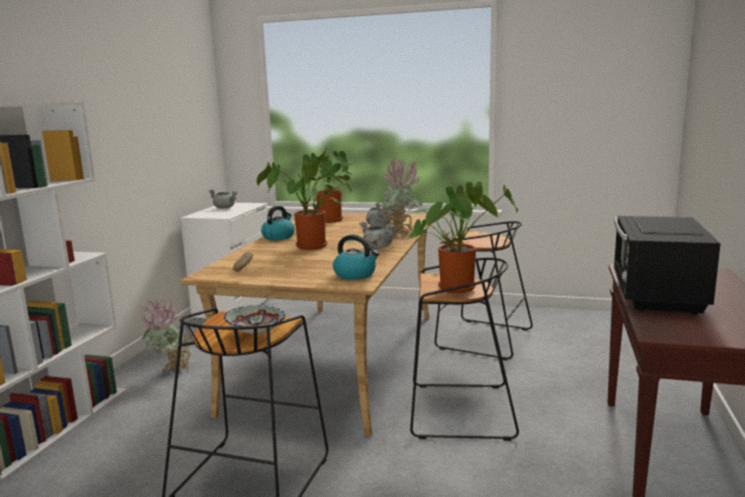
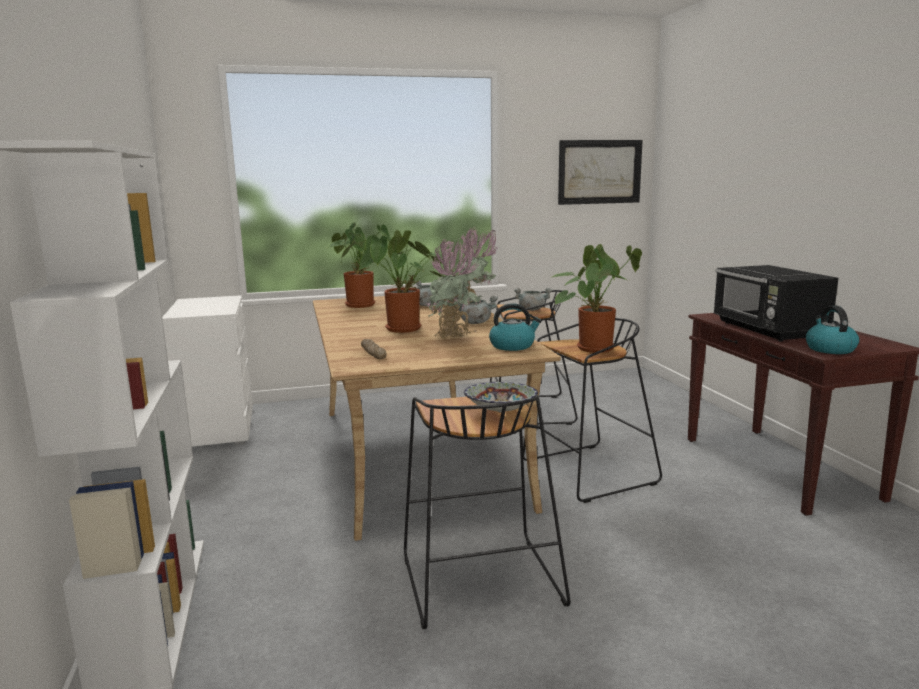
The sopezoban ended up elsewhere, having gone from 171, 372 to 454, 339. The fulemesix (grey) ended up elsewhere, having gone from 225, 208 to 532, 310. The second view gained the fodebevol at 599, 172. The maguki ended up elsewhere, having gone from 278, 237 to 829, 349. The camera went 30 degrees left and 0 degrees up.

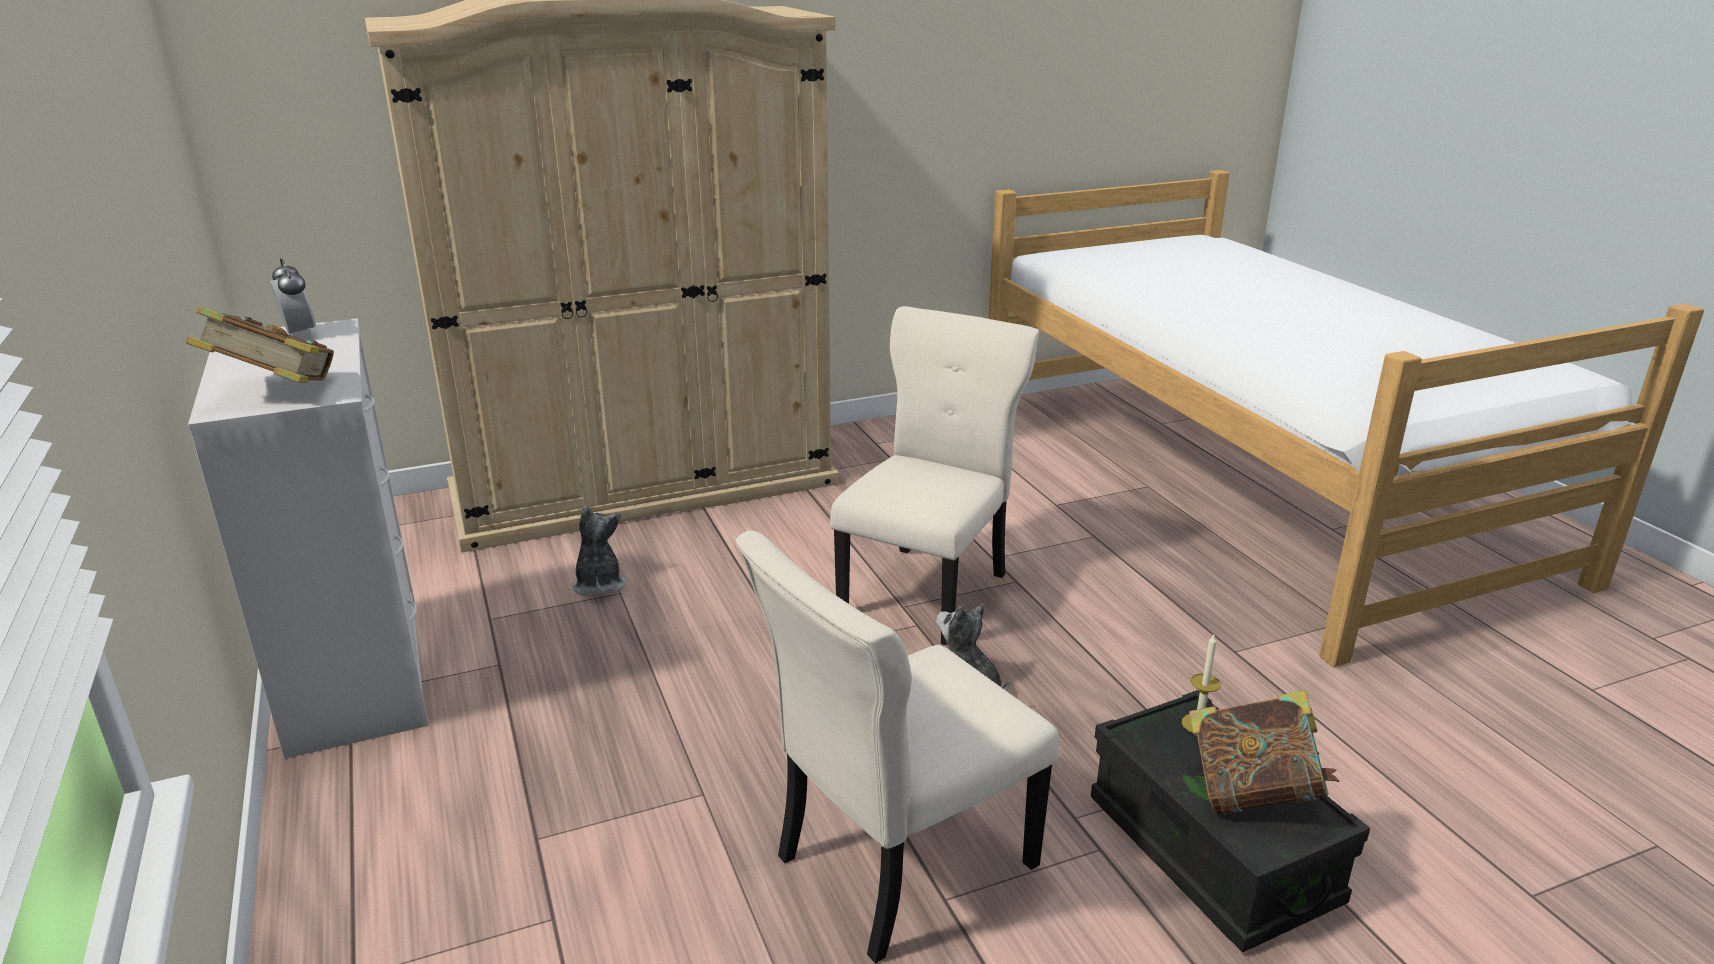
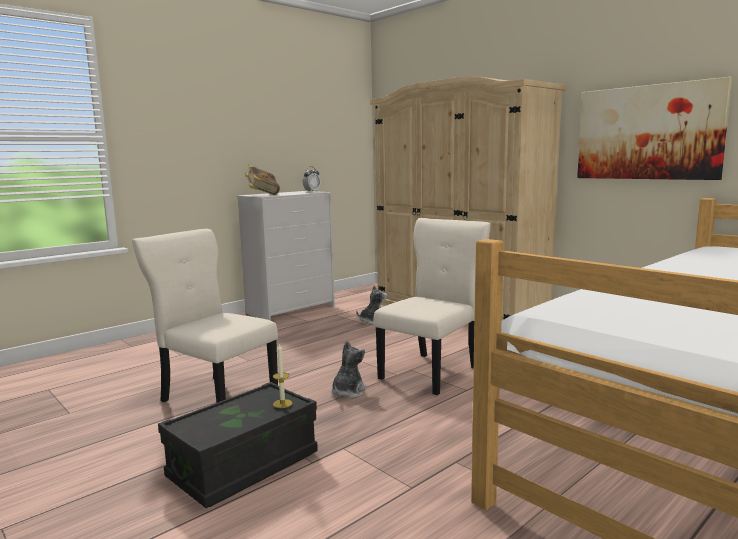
The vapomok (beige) at 928, 590 ended up facing another way, 60 degrees counterclockwise from before. The second view gained the fodebevol at 647, 132. The second view lost the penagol at 1253, 792. The camera went 70 degrees right and 15 degrees down.

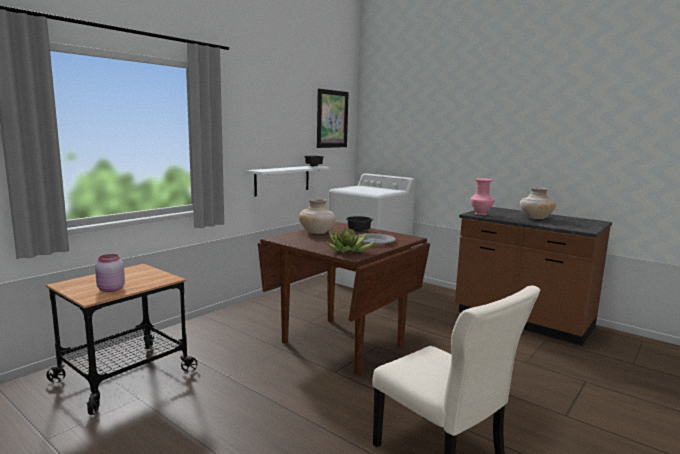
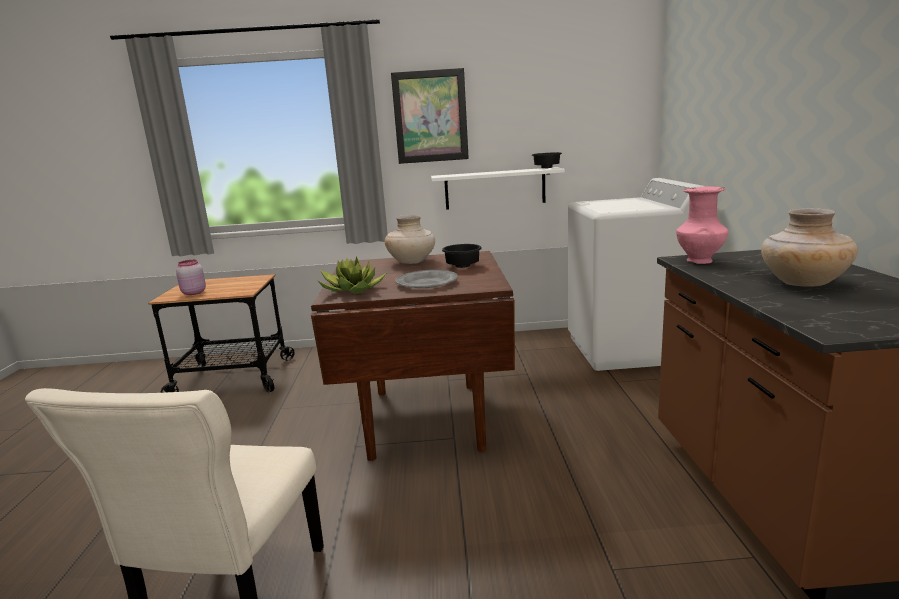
The fodebevol ended up elsewhere, having gone from 332, 119 to 430, 116. The camera went 50 degrees right and 5 degrees up.

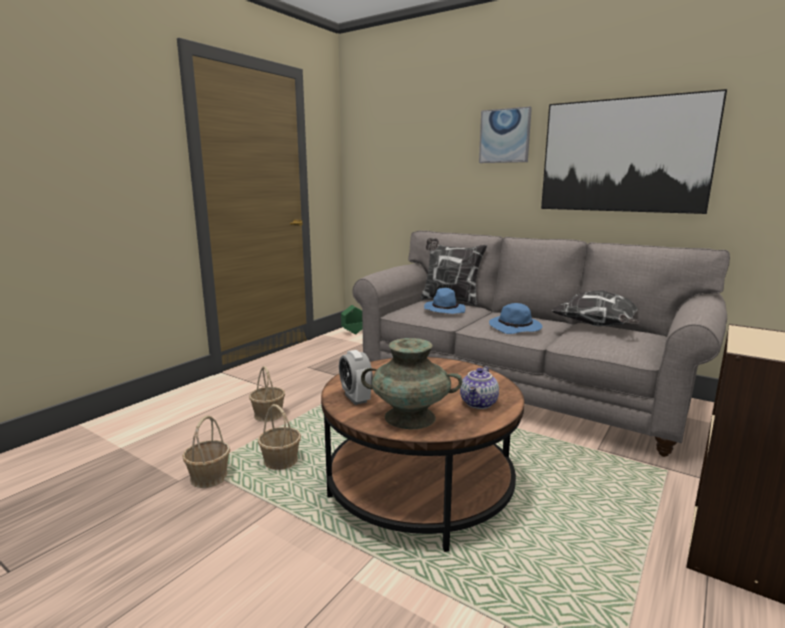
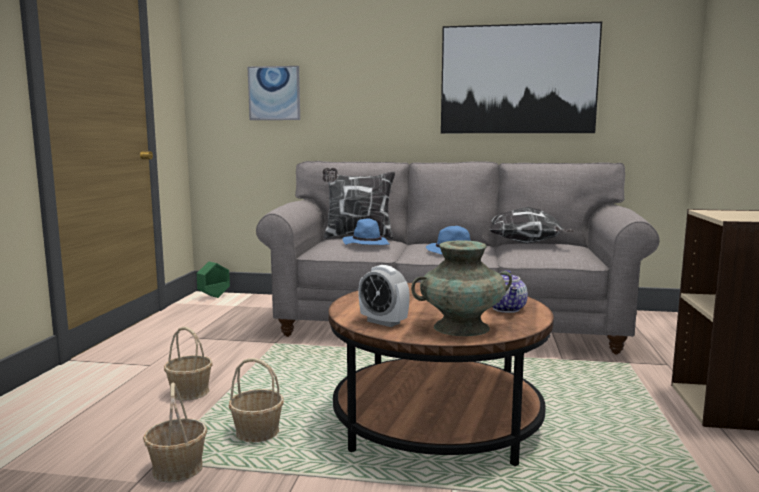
The fodebevol ended up elsewhere, having gone from 504, 136 to 274, 93. The camera went 25 degrees left and 5 degrees down.

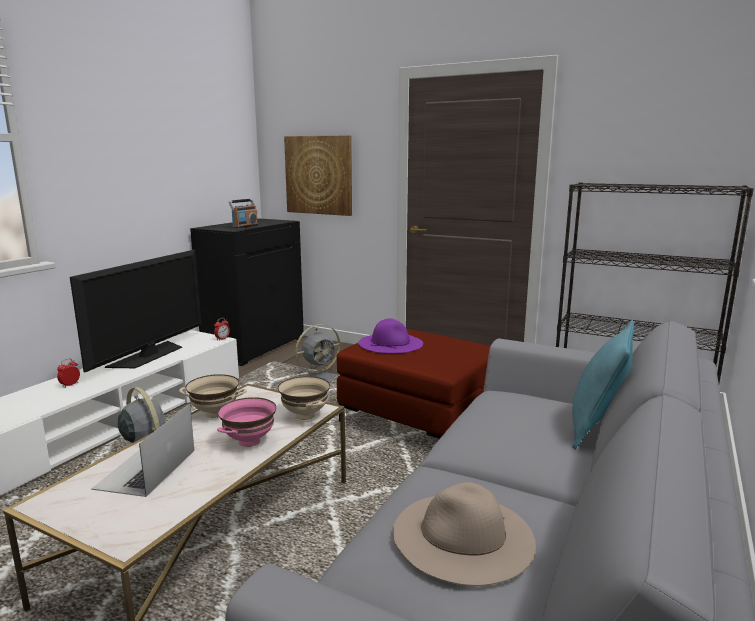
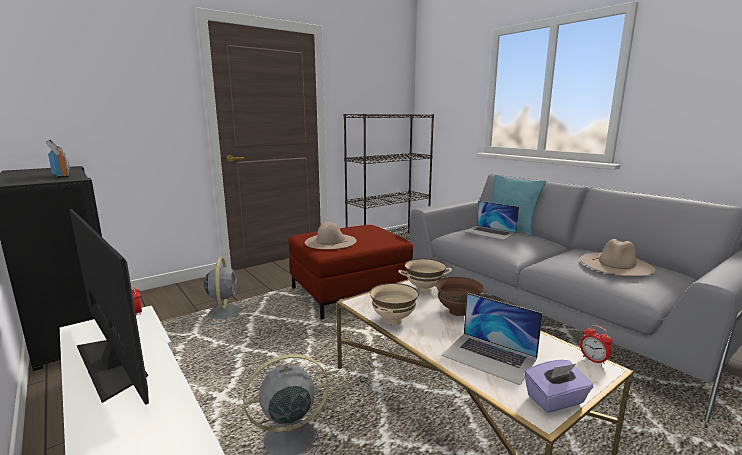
What was the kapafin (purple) at 390, 343 turned into the kapafin (beige) at 330, 241. What was the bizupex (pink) at 249, 441 turned into the bizupex (brown) at 457, 312. The second view gained the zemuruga at 489, 232. The second view gained the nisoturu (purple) at 555, 400. The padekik ended up elsewhere, having gone from 70, 385 to 593, 360. The second view lost the fodebevol at 319, 175. The camera went 65 degrees left and 0 degrees up.

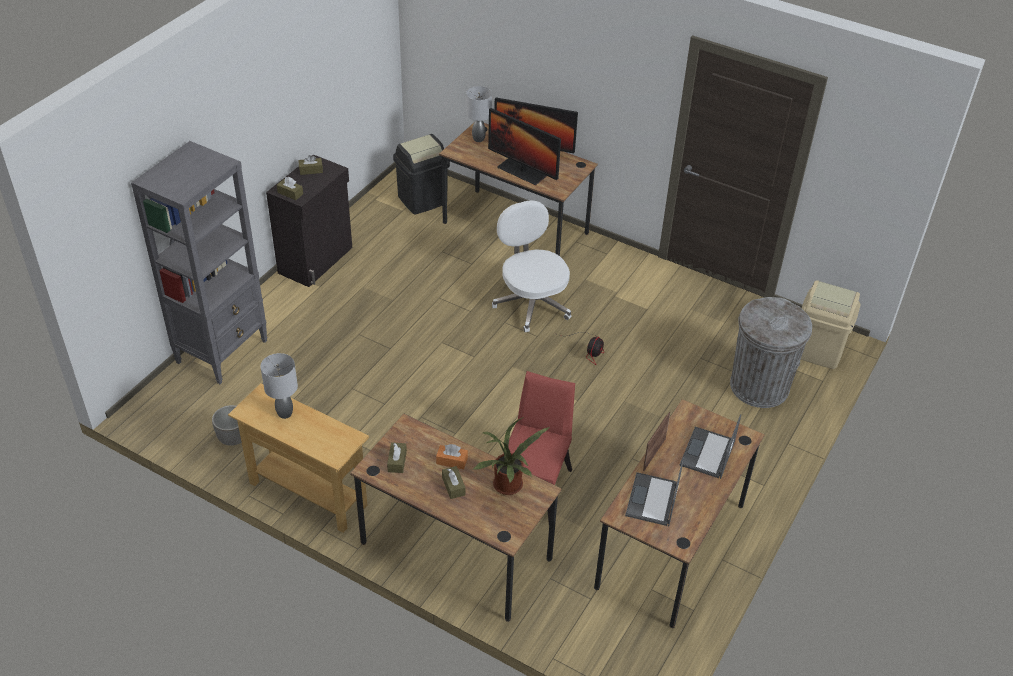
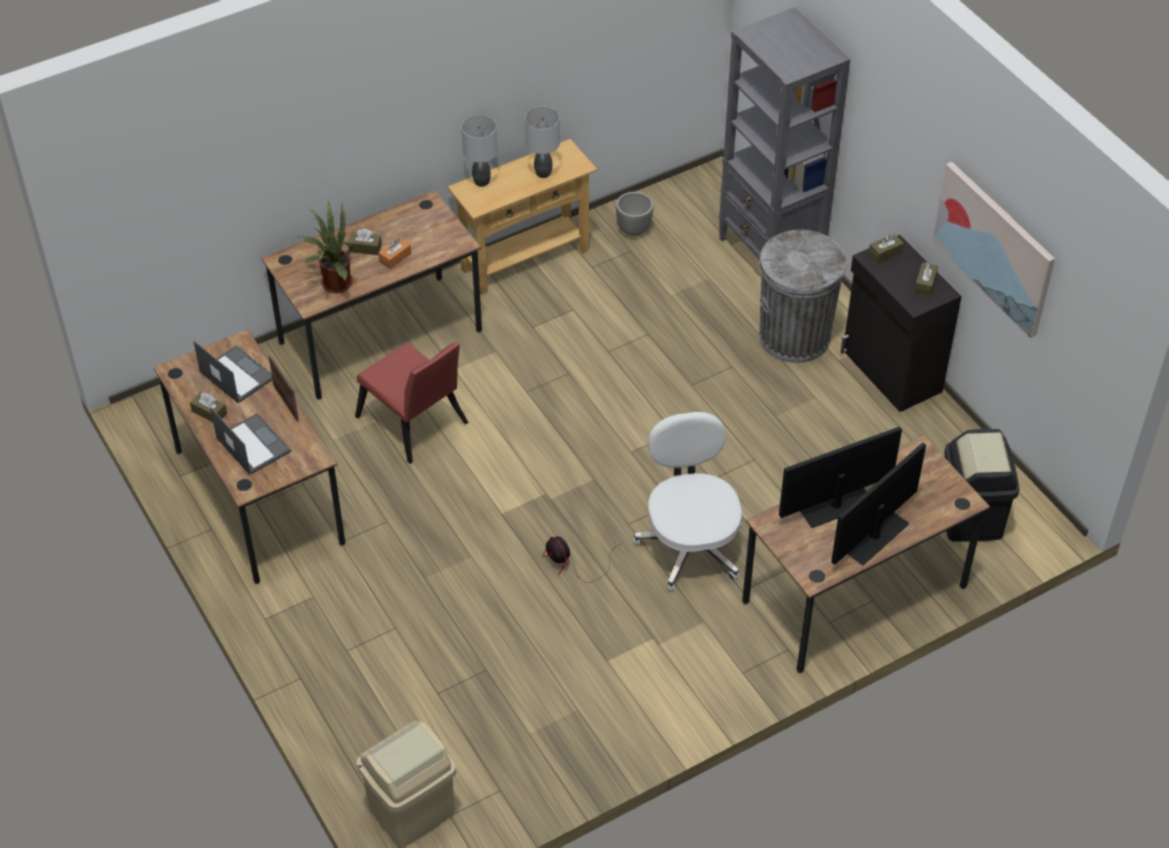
The nisoturu (brown) ended up elsewhere, having gone from 397, 461 to 209, 412. The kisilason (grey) ended up elsewhere, having gone from 478, 139 to 481, 181. The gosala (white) at 531, 303 ended up facing another way, 105 degrees counterclockwise from before. The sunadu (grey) ended up elsewhere, having gone from 759, 386 to 794, 336. The second view gained the fodebevol at 994, 247. The camera went 120 degrees right and 5 degrees up.

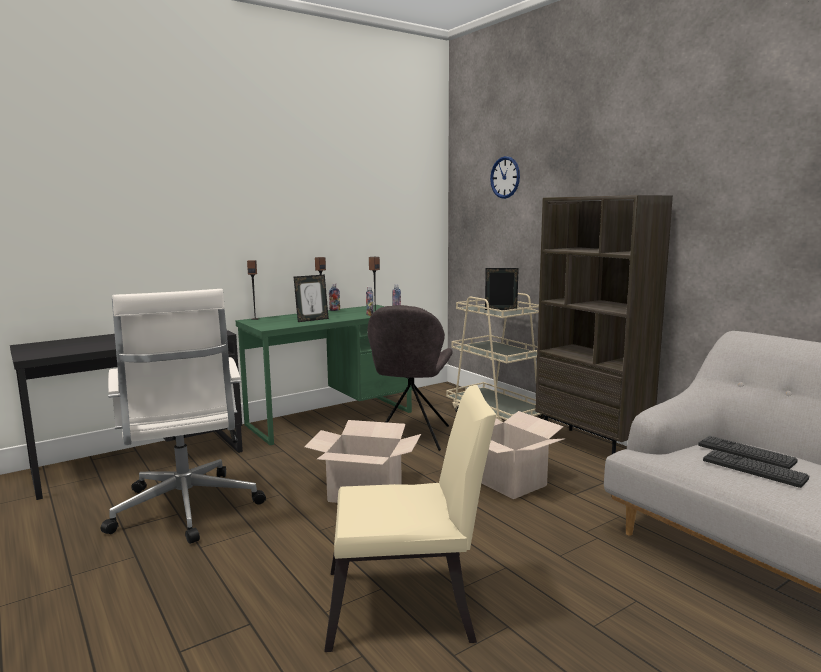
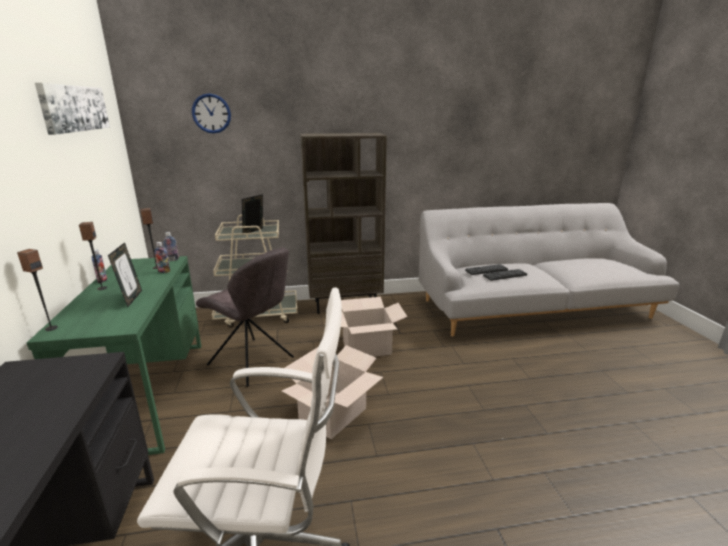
The second view gained the fodebevol at 74, 108. The second view lost the vapomok (beige) at 409, 605. The camera went 65 degrees left and 10 degrees up.

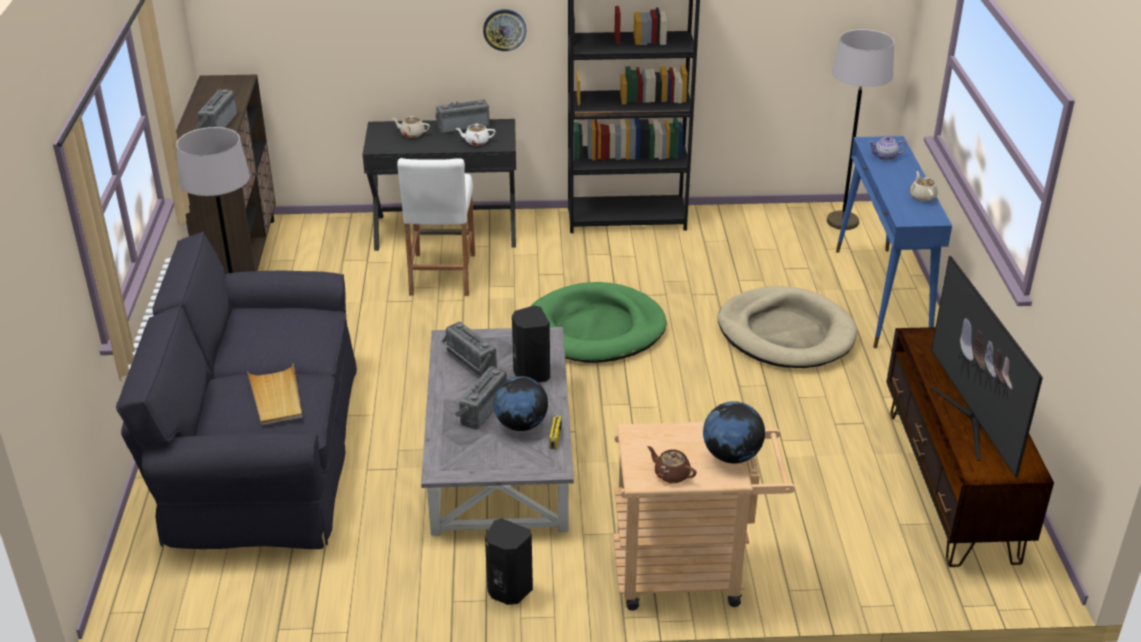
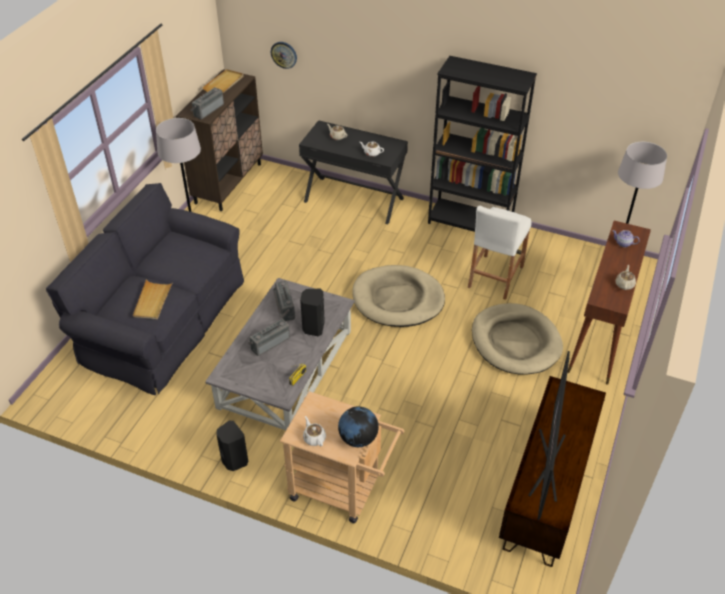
The second view gained the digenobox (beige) at 224, 83. The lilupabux ended up elsewhere, having gone from 504, 29 to 284, 54. What was the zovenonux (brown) at 671, 474 turned into the zovenonux (white) at 314, 438. What was the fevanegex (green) at 596, 329 turned into the fevanegex (beige) at 398, 299. The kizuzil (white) ended up elsewhere, having gone from 441, 274 to 495, 276. What was the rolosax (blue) at 881, 297 turned into the rolosax (brown) at 600, 335. The second view lost the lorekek at 463, 126. The second view lost the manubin at 521, 424. The camera went 25 degrees right and 10 degrees up.

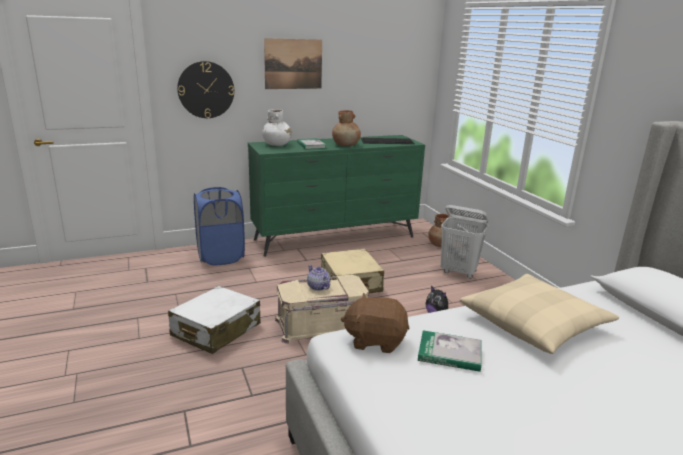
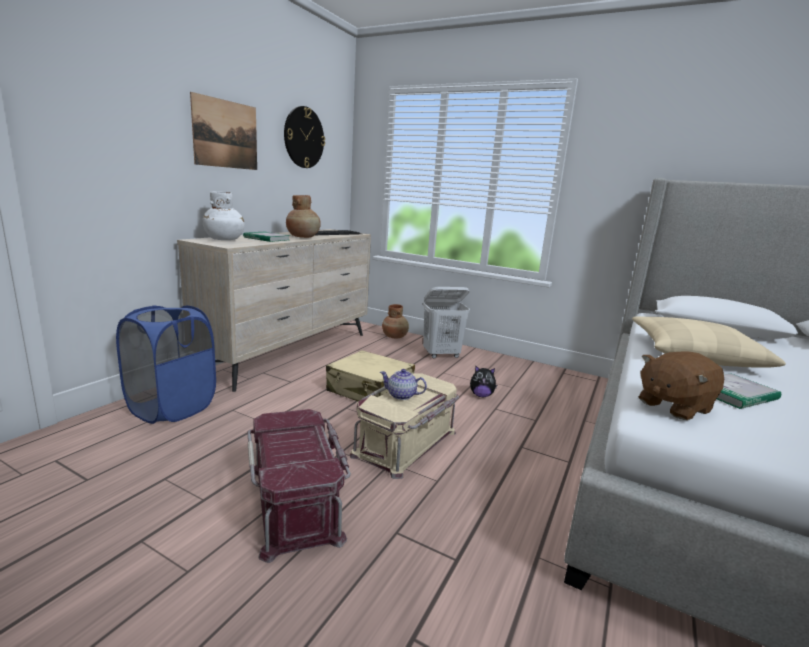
What was the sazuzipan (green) at 336, 238 turned into the sazuzipan (beige) at 291, 352. Where the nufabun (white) stood at 216, 330, the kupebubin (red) came to stand at 297, 502. The lilupabux ended up elsewhere, having gone from 206, 90 to 304, 137. The camera went 40 degrees left and 5 degrees down.

